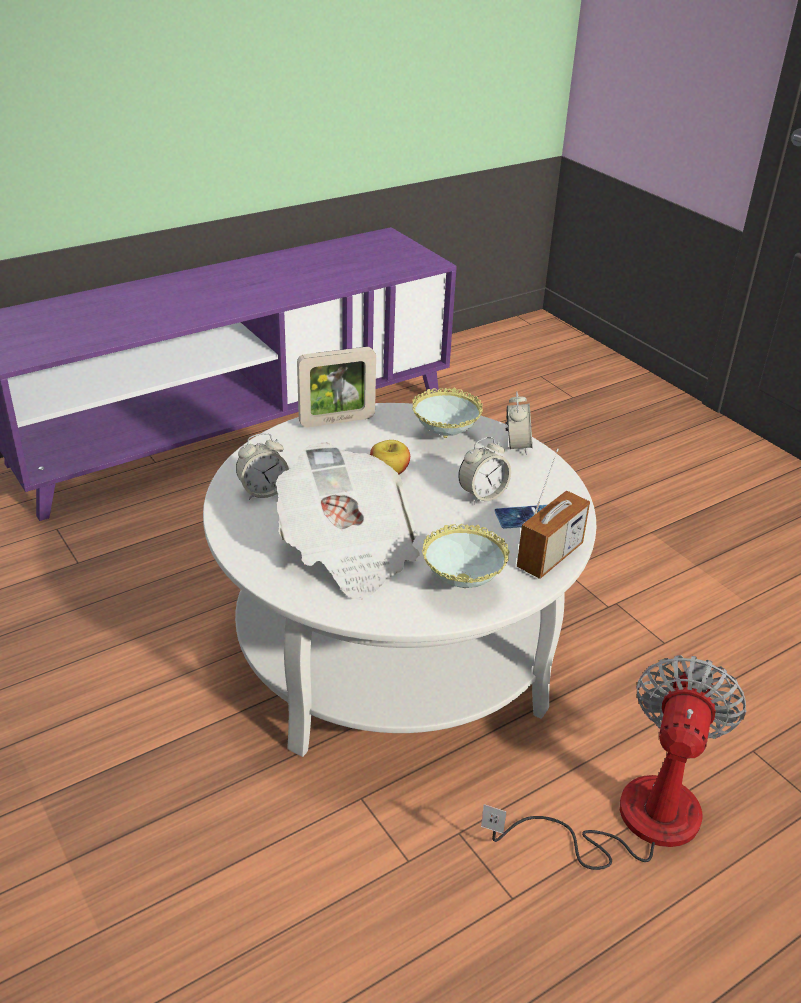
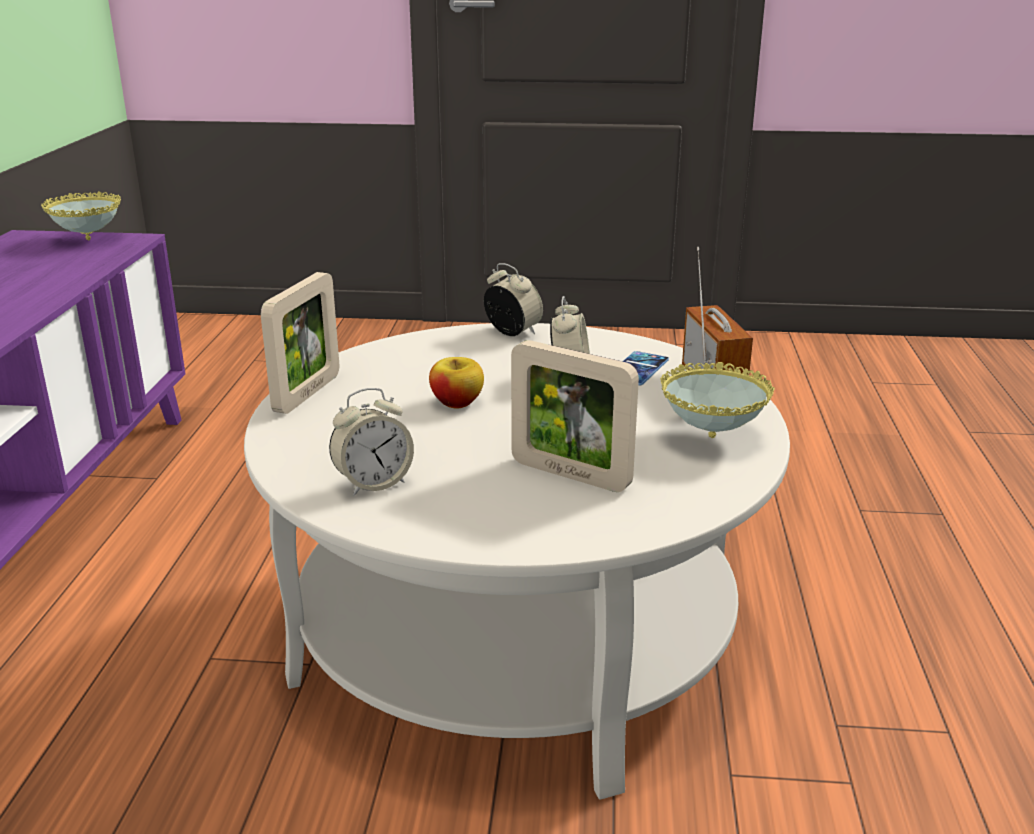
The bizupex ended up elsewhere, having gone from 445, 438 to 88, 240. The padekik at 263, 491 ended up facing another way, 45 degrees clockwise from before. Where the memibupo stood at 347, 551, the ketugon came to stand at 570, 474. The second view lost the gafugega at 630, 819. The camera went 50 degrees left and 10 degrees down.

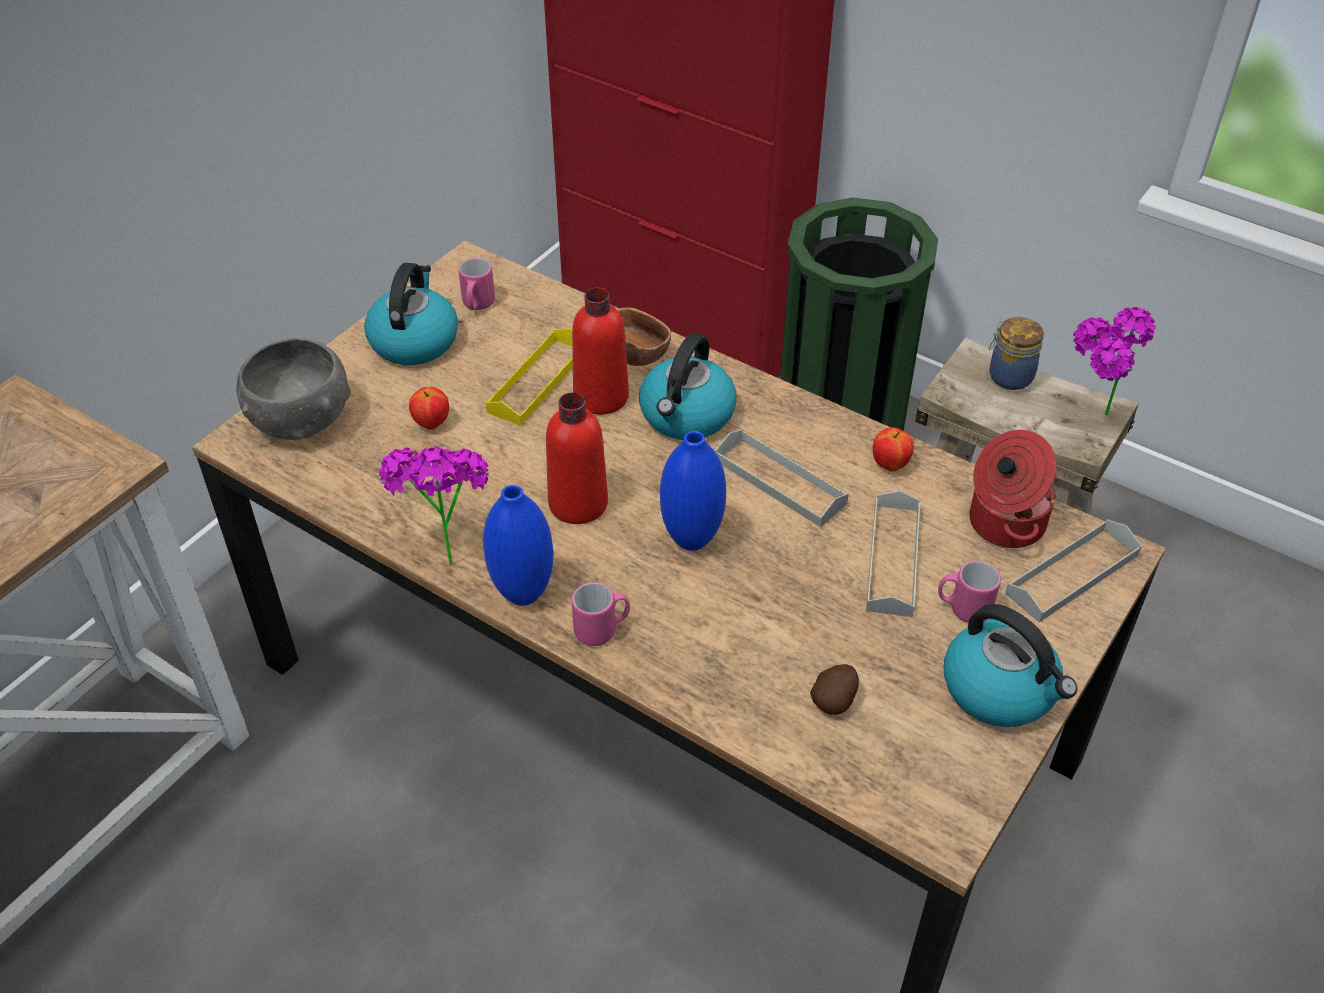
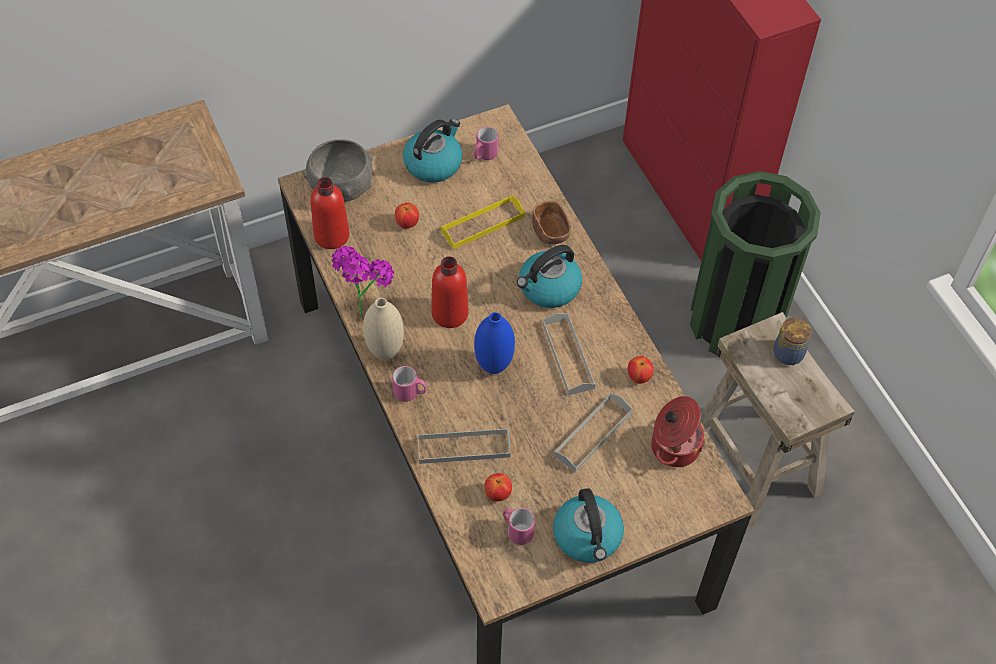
The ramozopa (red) ended up elsewhere, having gone from 601, 397 to 331, 236. What was the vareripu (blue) at 523, 593 turned into the vareripu (beige) at 385, 352. The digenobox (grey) ended up elsewhere, having gone from 1072, 574 to 463, 448. Where the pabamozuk stood at 835, 699, the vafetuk came to stand at 498, 494. The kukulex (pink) ended up elsewhere, having gone from 963, 608 to 517, 531. The second view lost the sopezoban at 1090, 416. The camera went 30 degrees right and 10 degrees up.

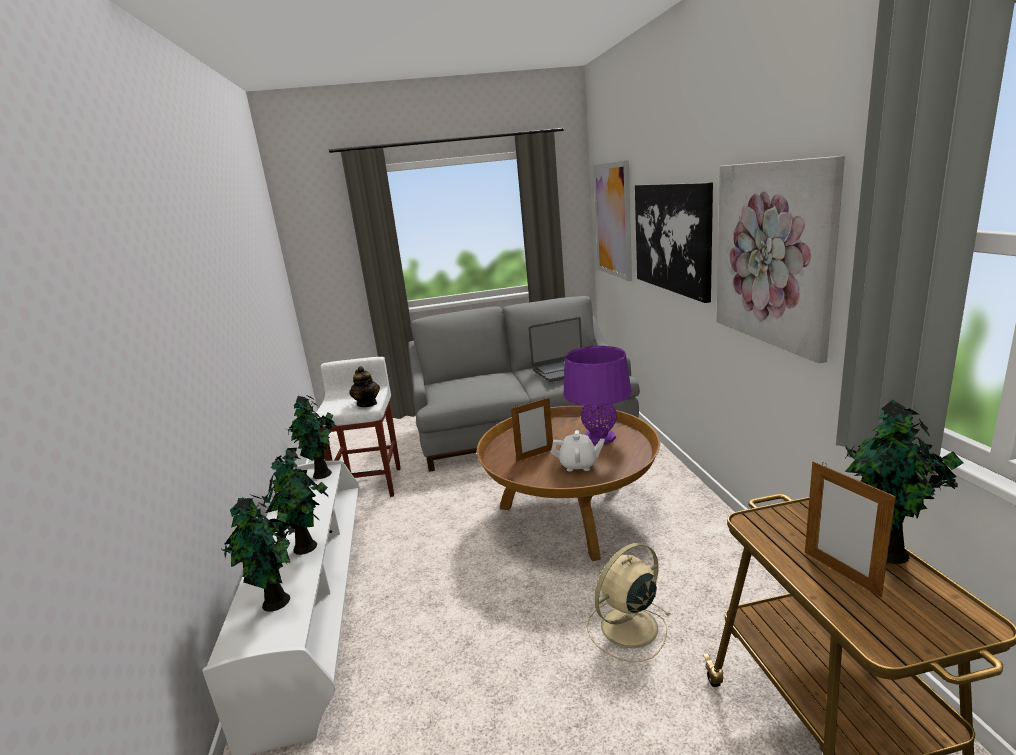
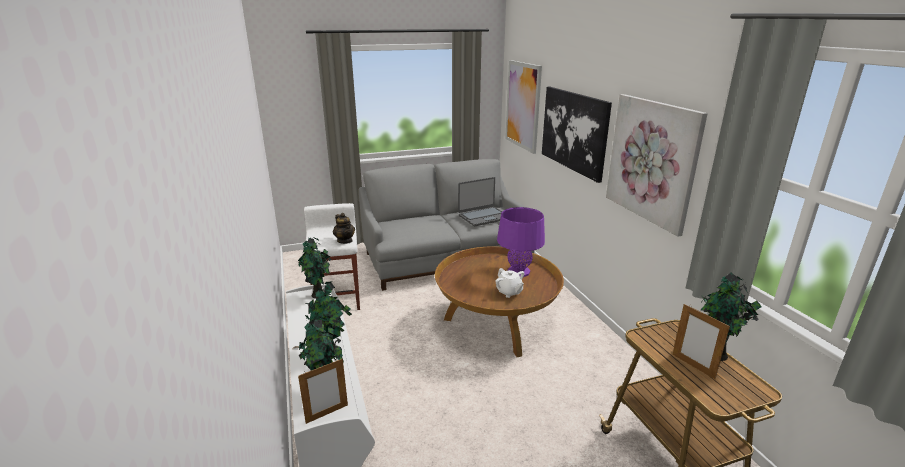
The ketugon ended up elsewhere, having gone from 535, 455 to 327, 414. The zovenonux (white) at 578, 465 ended up facing another way, 60 degrees clockwise from before. The second view lost the gafugega (beige) at 627, 628. The camera went 10 degrees left and 5 degrees up.

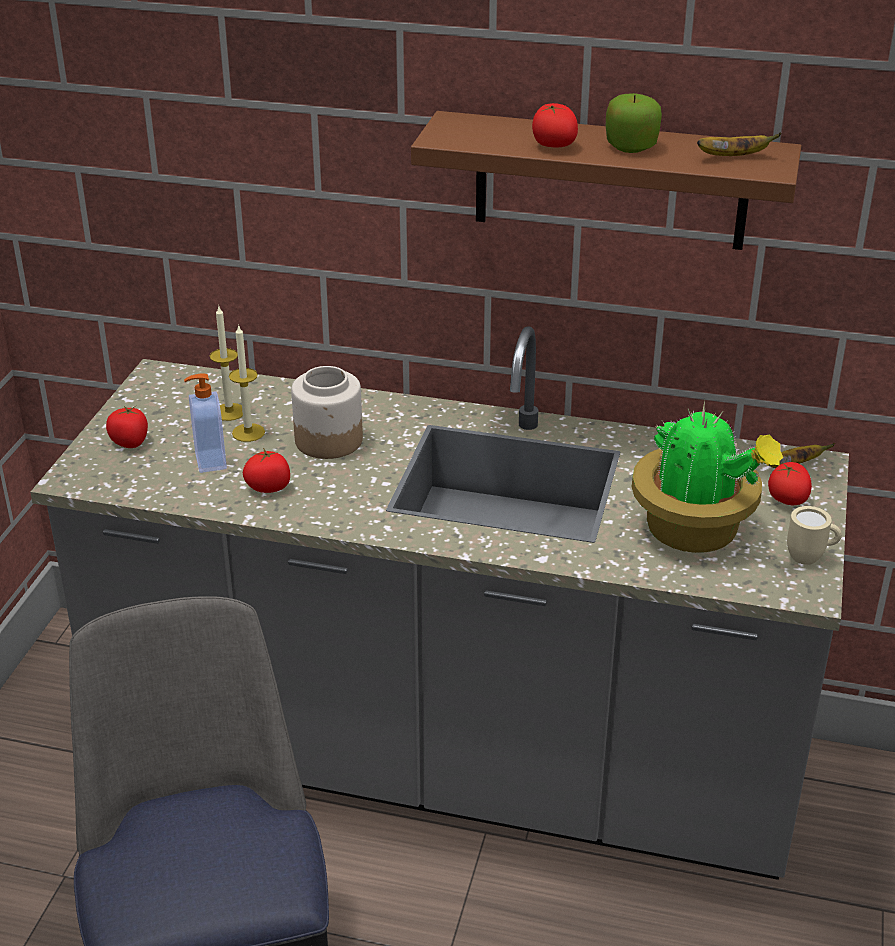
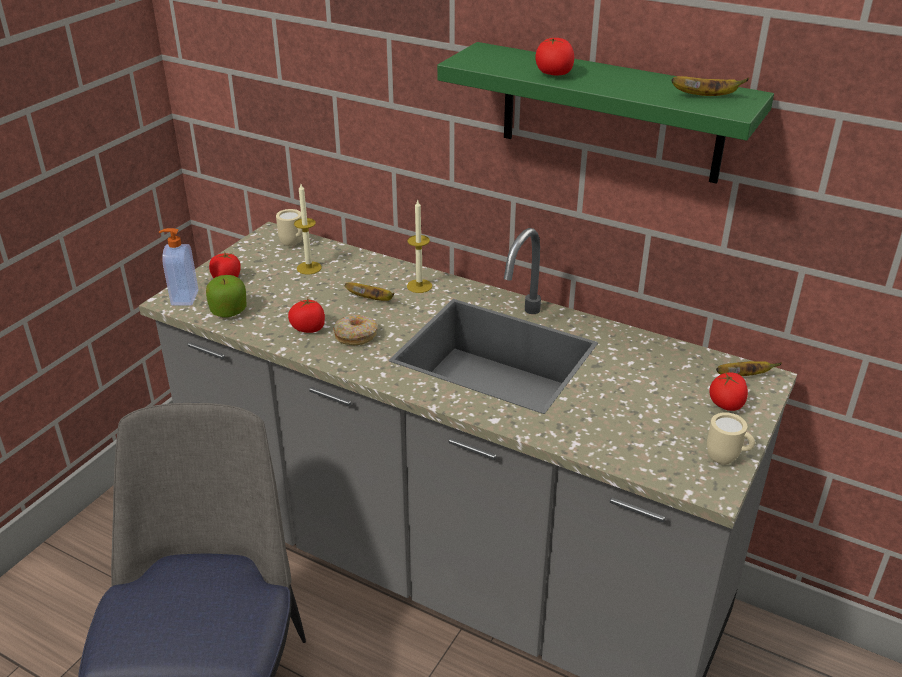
The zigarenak ended up elsewhere, having gone from 209, 461 to 183, 298. The vafetuk ended up elsewhere, having gone from 631, 146 to 229, 311. The second view gained the kukulex (beige) at 294, 244. The second view gained the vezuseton at 356, 335. Where the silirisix stood at 329, 440, the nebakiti came to stand at 372, 299. The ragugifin ended up elsewhere, having gone from 248, 432 to 419, 286. What was the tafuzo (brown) at 610, 181 turned into the tafuzo (green) at 610, 113. The second view lost the sopezoban at 695, 532. The camera went 15 degrees right and 0 degrees up.

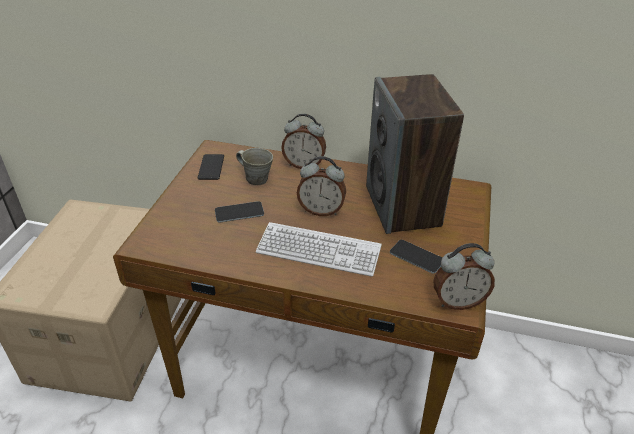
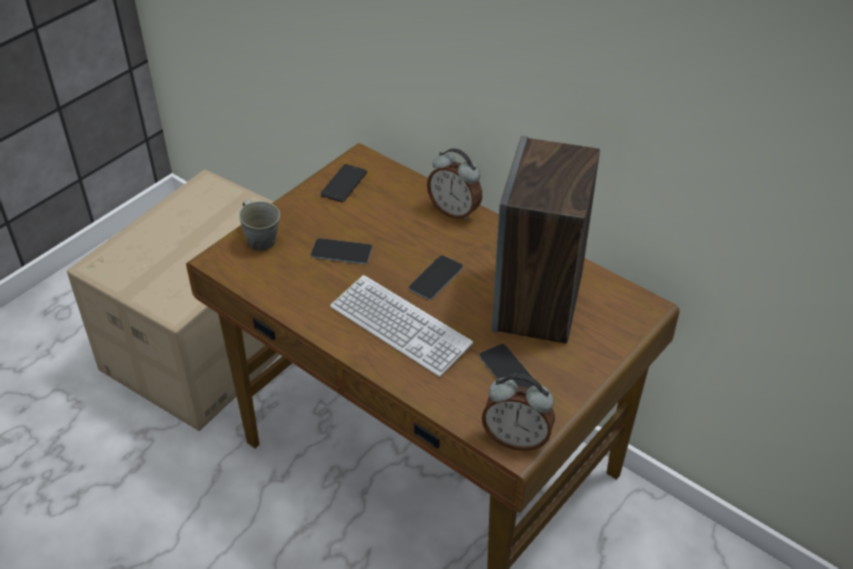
The kukulex (grey) ended up elsewhere, having gone from 256, 178 to 261, 240. Where the padekik stood at 321, 210, the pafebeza came to stand at 436, 278. The camera went 25 degrees right and 5 degrees up.

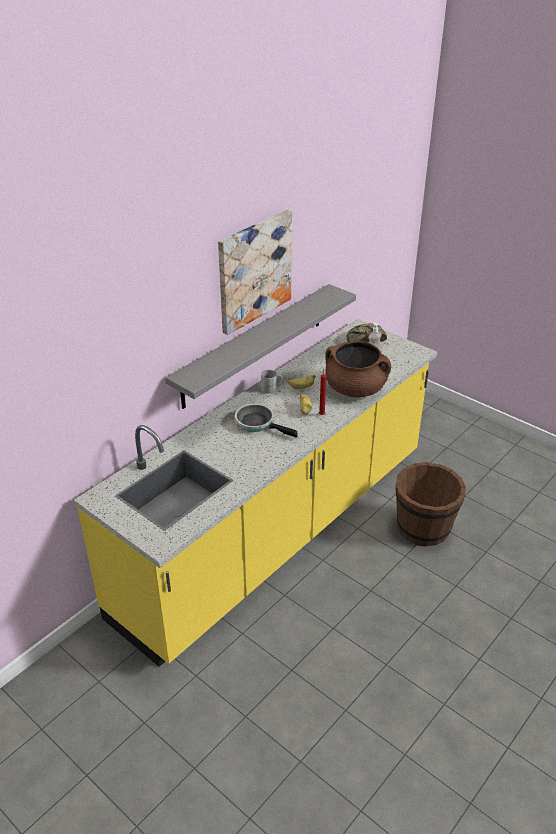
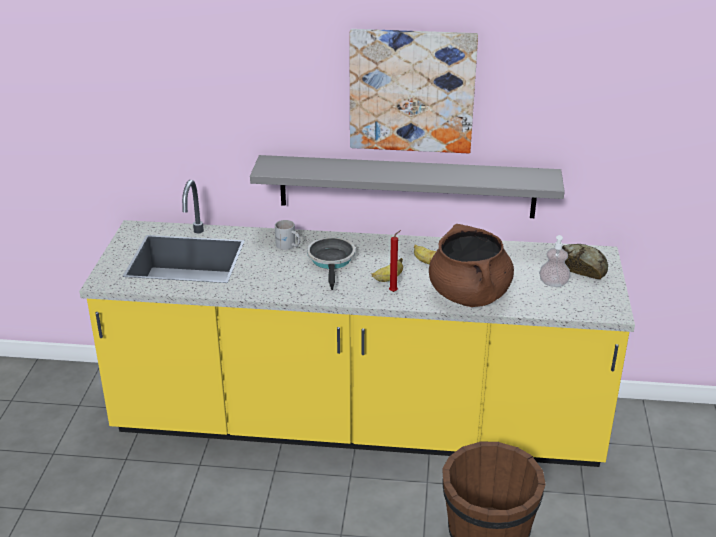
The kukulex (white) ended up elsewhere, having gone from 272, 388 to 288, 246. The camera went 55 degrees right and 5 degrees down.

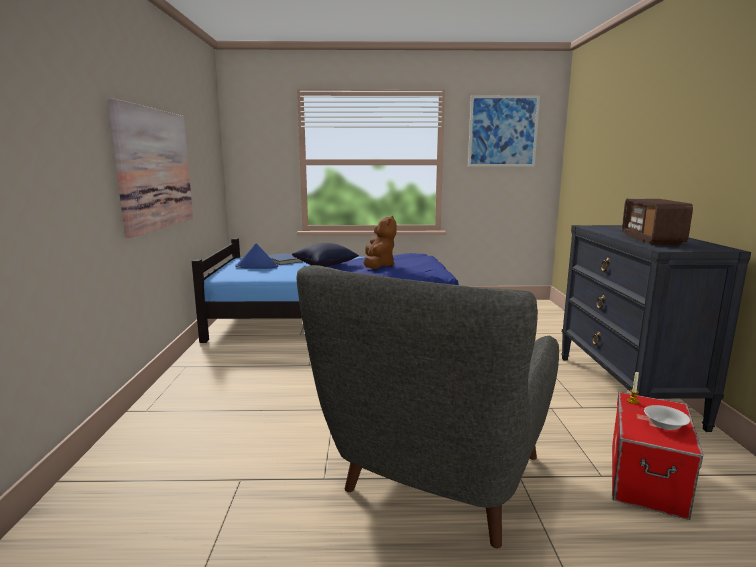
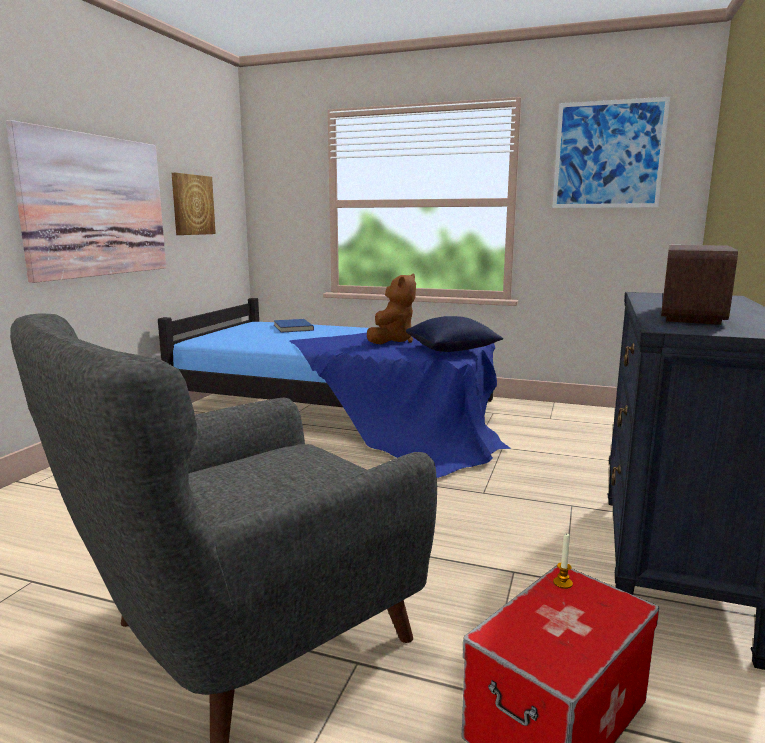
The second view gained the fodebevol at 192, 205. The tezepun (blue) ended up elsewhere, having gone from 325, 265 to 452, 350. The second view lost the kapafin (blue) at 257, 267. The second view lost the bizupex (white) at 665, 425. The camera went 20 degrees right and 0 degrees up.

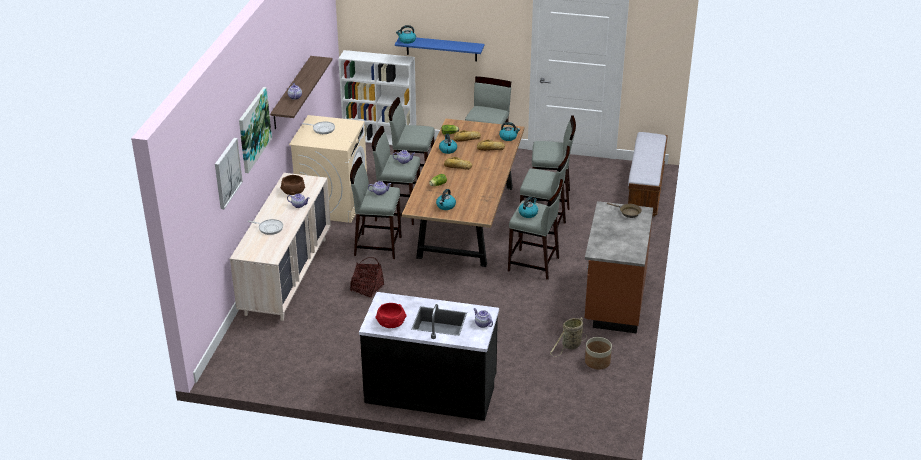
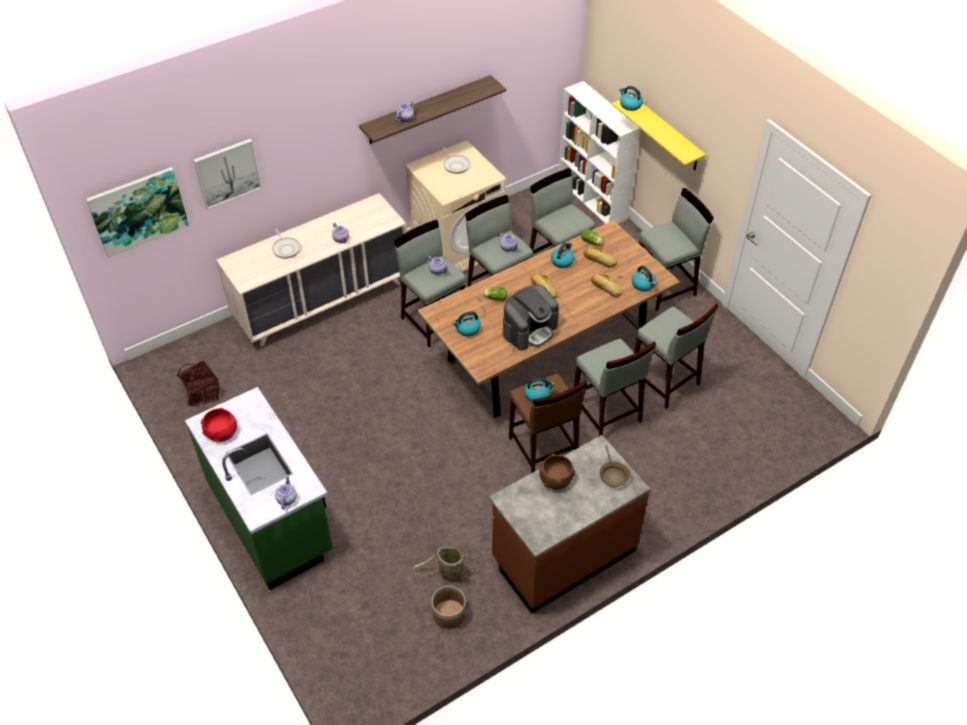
The fodebevol ended up elsewhere, having gone from 253, 129 to 138, 211. The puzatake ended up elsewhere, having gone from 367, 288 to 202, 392. What was the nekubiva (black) at 431, 391 turned into the nekubiva (green) at 271, 518. The second view gained the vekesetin at 530, 329. What was the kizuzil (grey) at 534, 264 turned into the kizuzil (brown) at 542, 449. The bizupex (brown) ended up elsewhere, having gone from 293, 191 to 555, 477. What was the tafuzo (blue) at 441, 48 turned into the tafuzo (yellow) at 666, 134. The second view lost the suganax at 645, 189. The camera went 45 degrees right and 15 degrees up.

